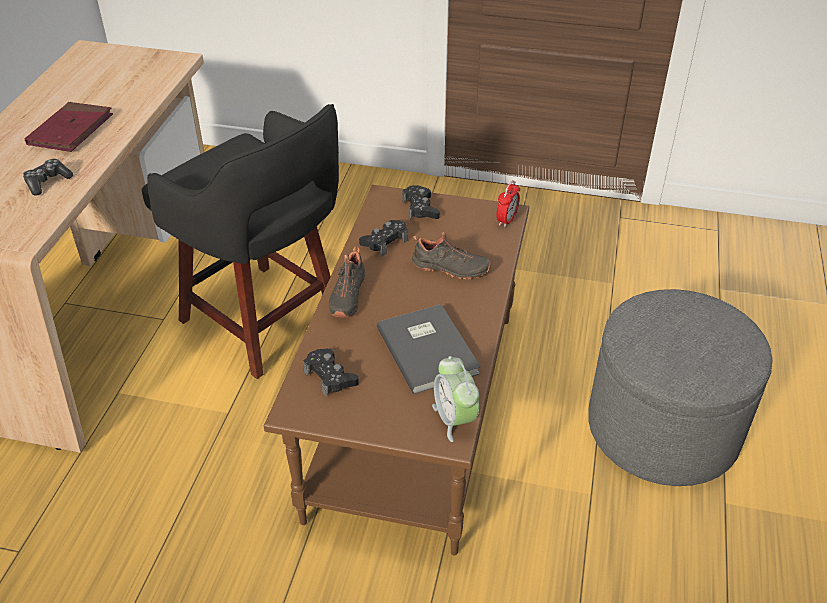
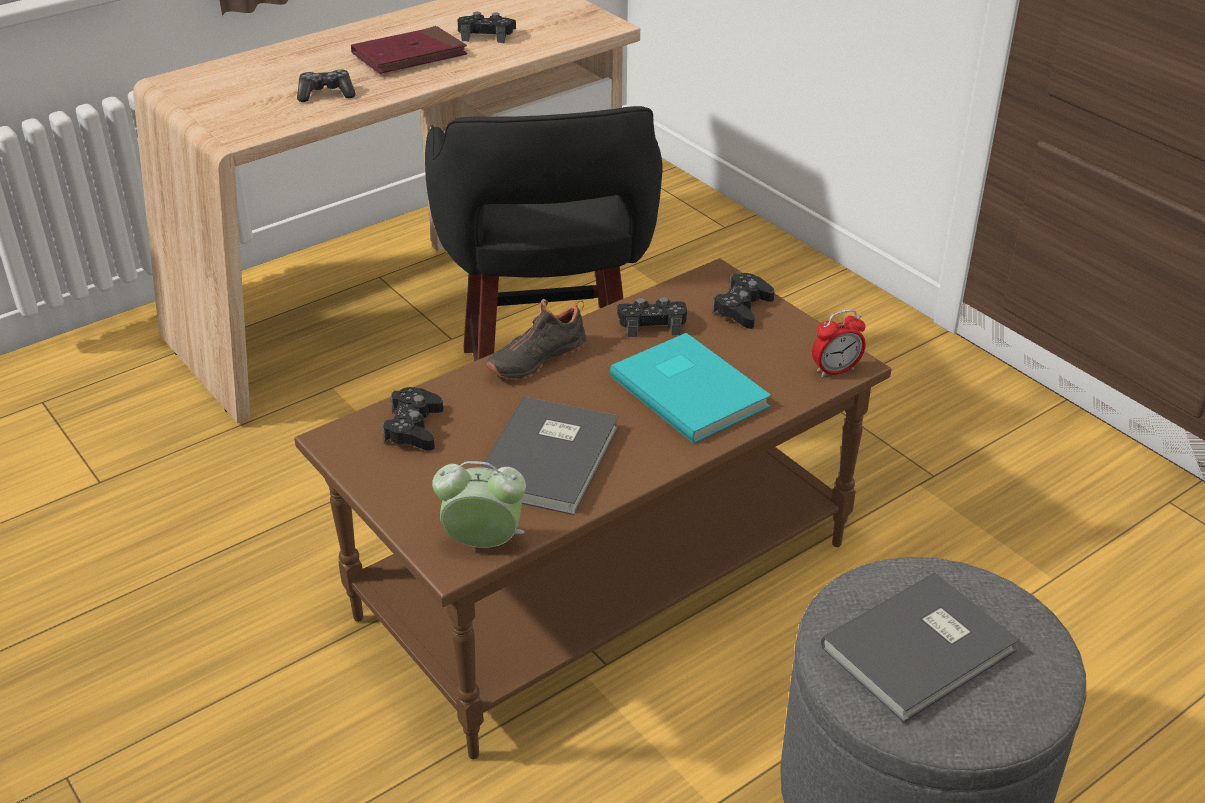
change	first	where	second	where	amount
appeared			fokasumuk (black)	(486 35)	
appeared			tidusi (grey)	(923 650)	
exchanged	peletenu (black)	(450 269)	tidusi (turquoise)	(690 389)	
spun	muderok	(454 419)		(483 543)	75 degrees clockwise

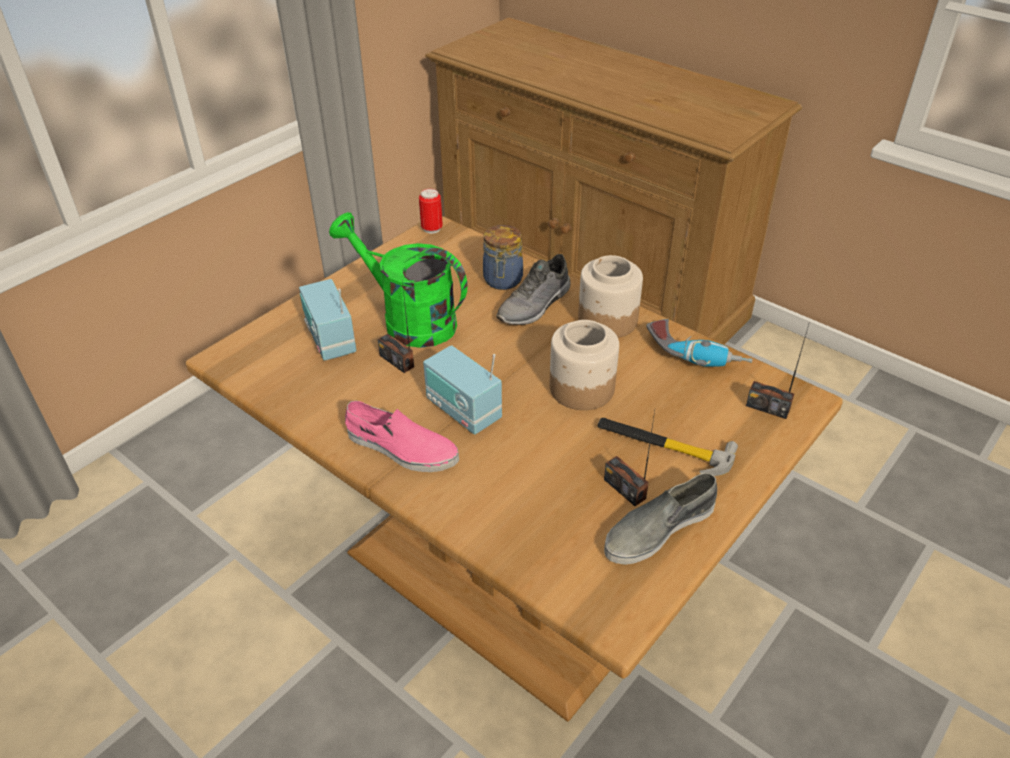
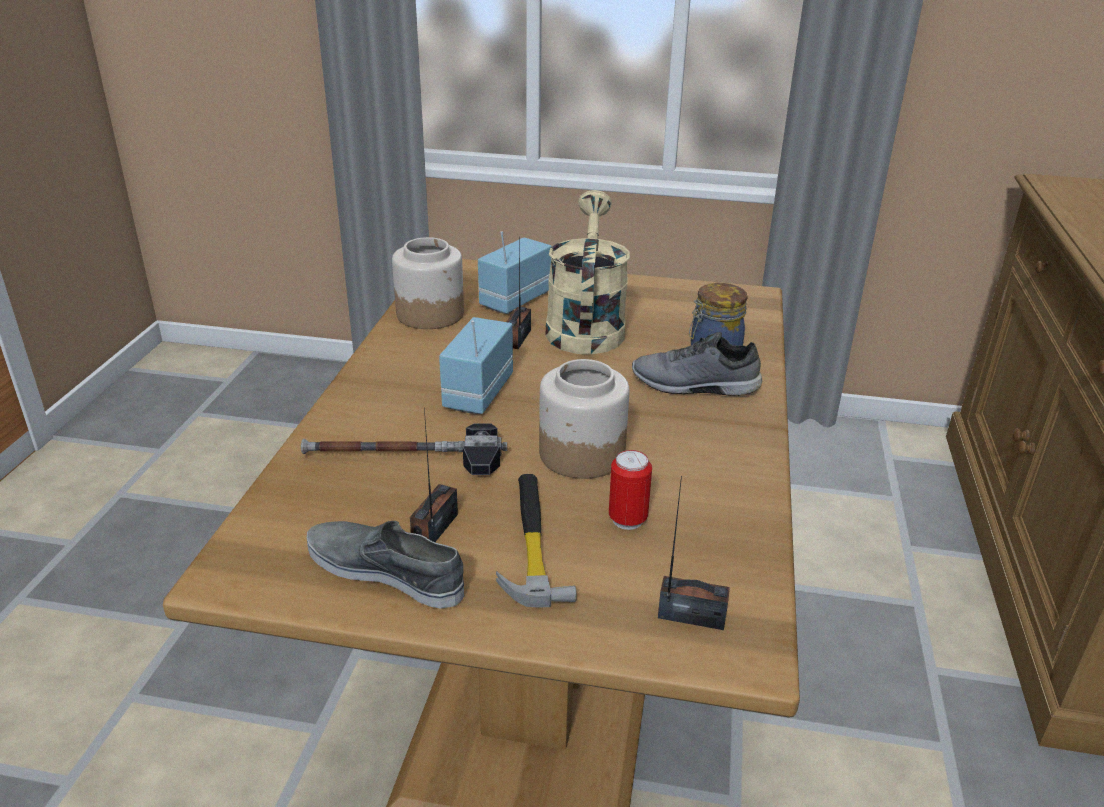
change	first	where	second	where	amount
missing	peletenu (pink)	(401 448)			
missing	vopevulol	(695 354)			
appeared			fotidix	(404 458)	
relocated	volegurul	(432 229)		(627 520)	
relocated	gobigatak	(607 320)		(430 314)	
colour	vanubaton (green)	(408 320)	vanubaton (beige)	(585 325)	
spun	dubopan	(767 408)		(691 616)	105 degrees clockwise

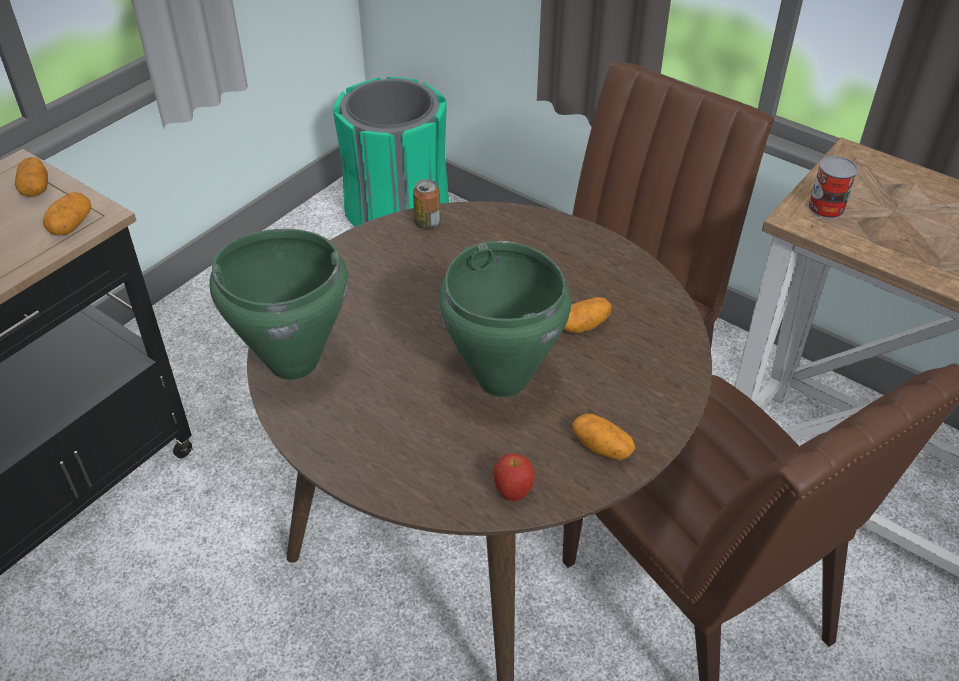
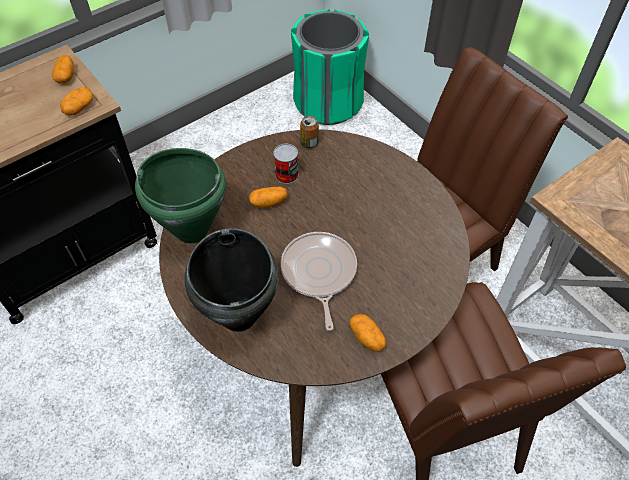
change	first	where	second	where	amount
missing	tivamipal	(513 493)			
appeared			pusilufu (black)	(240 315)	
relocated	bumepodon	(583 325)		(268 202)	
relocated	volegurul	(826 207)		(286 174)	
exchanged	pusilufu (green)	(502 380)	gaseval	(318 273)	

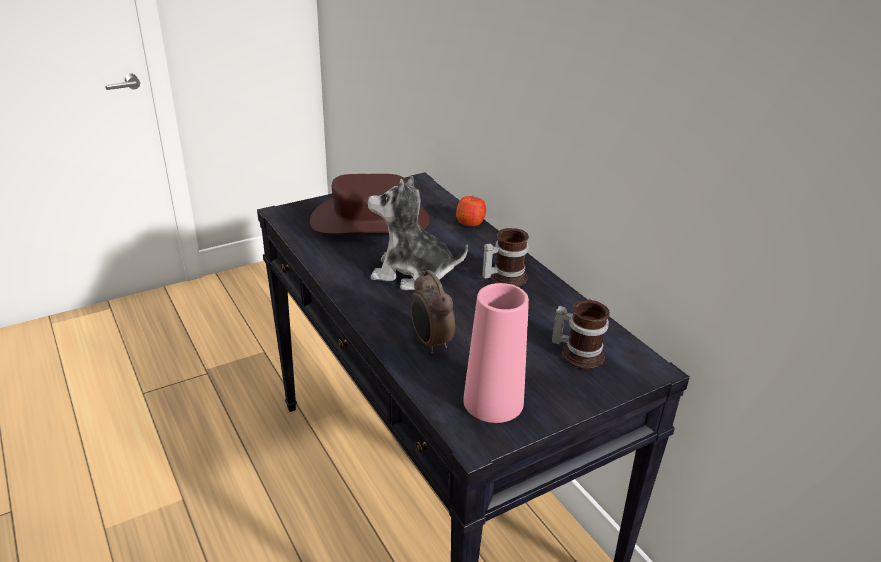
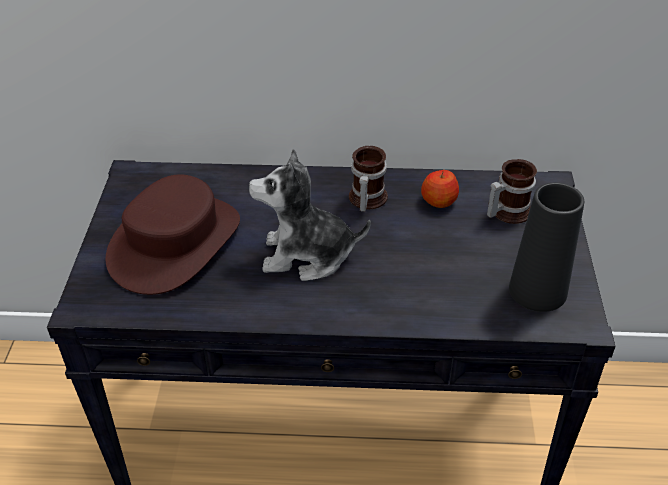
change	first	where	second	where	amount
missing	muderok	(430 343)			
relocated	tivamipal	(470 222)		(439 200)	
colour	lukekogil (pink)	(493 401)	lukekogil (black)	(537 290)	
spun	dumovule	(412 273)		(307 255)	45 degrees clockwise

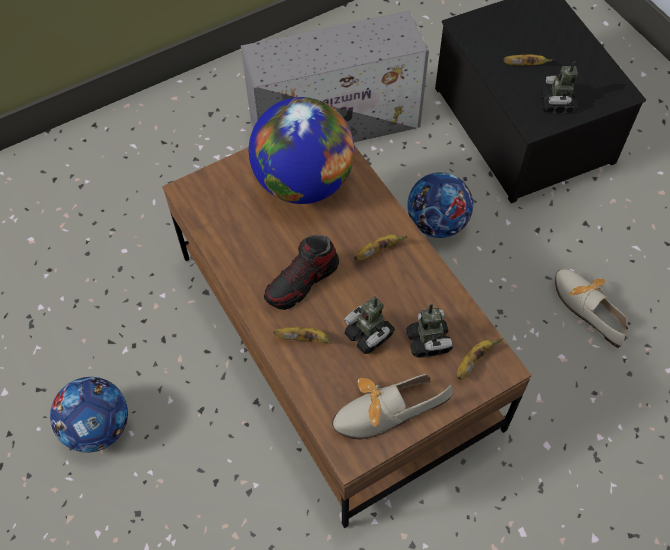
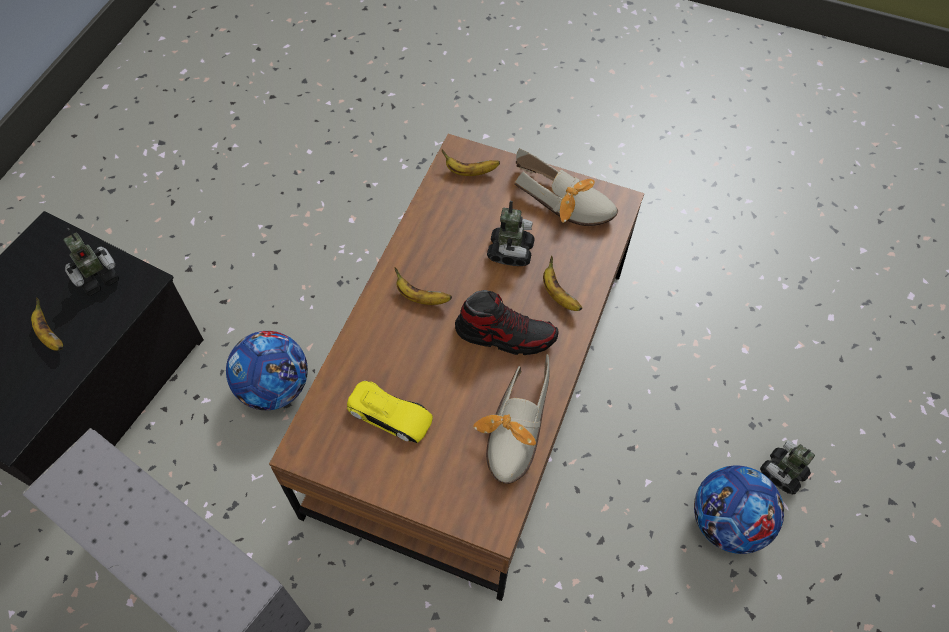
change	first	where	second	where	amount
relocated	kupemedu	(428 342)		(782 473)	
relocated	peletenu	(585 305)		(515 432)	
exchanged	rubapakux	(303 182)	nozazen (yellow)	(390 415)	

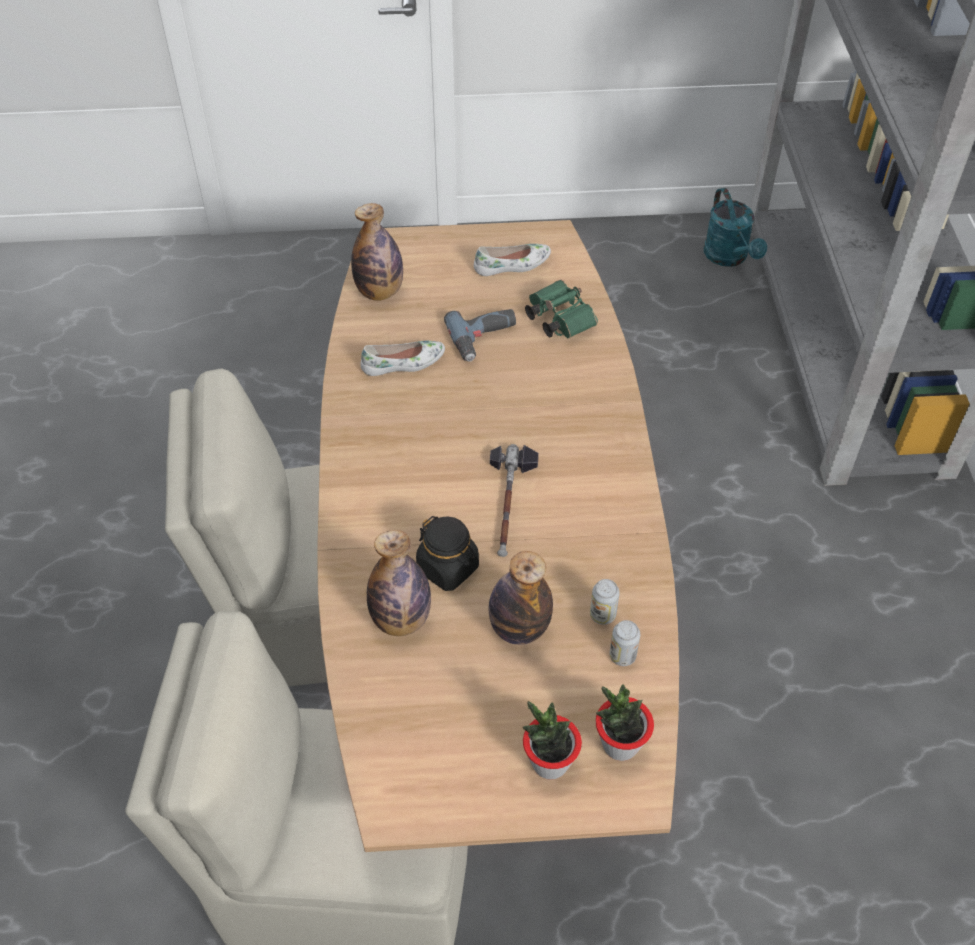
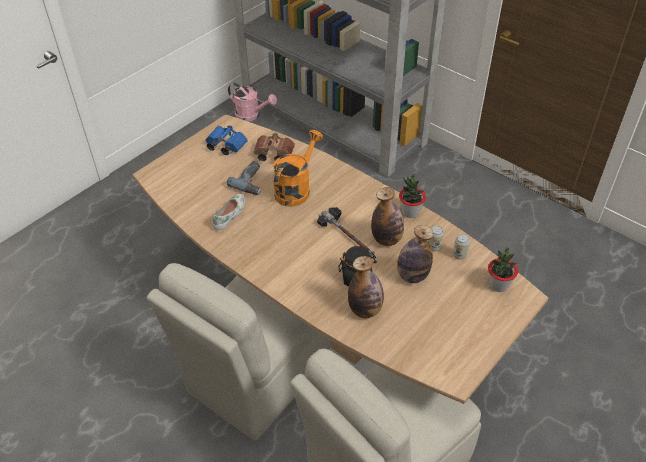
change	first	where	second	where	amount
appeared			vanubaton (orange)	(296 189)	
relocated	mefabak	(379 291)		(386 239)	
relocated	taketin	(549 763)		(410 212)	
exchanged	peletenu (white)	(512 265)	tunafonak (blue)	(225 146)	
colour	tunafonak (green)	(557 319)	tunafonak (brown)	(272 154)	
colour	vanubaton (turquoise)	(729 257)	vanubaton (pink)	(251 115)	

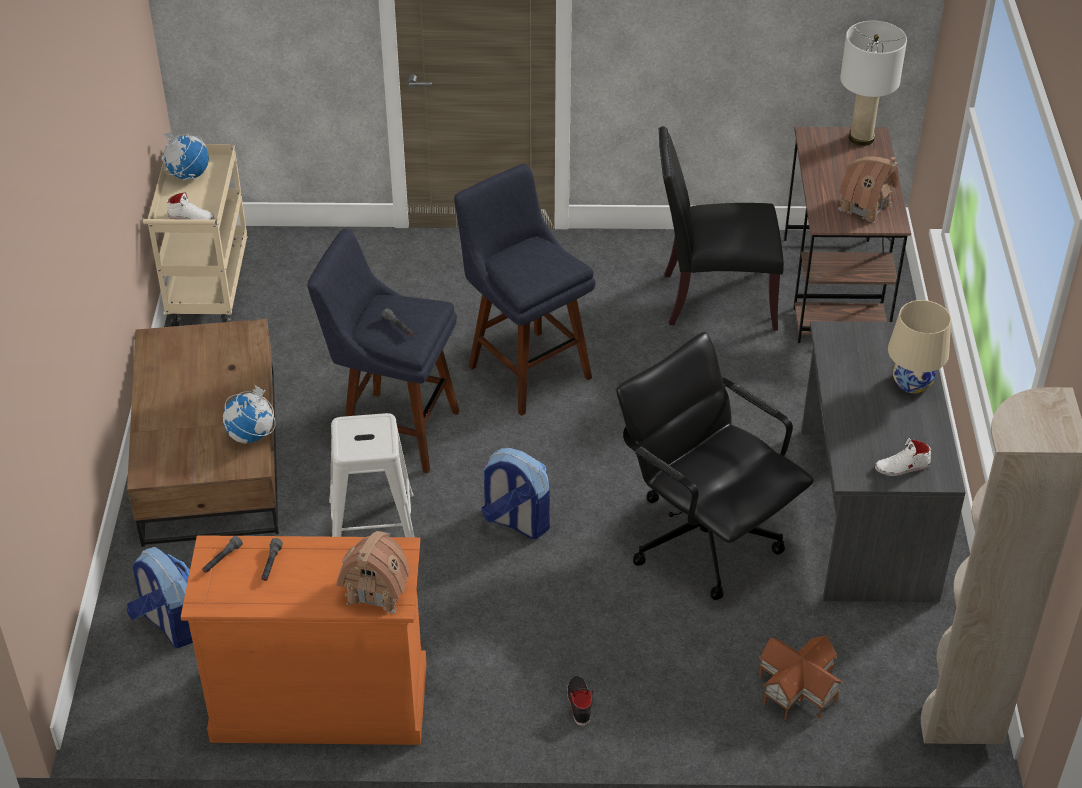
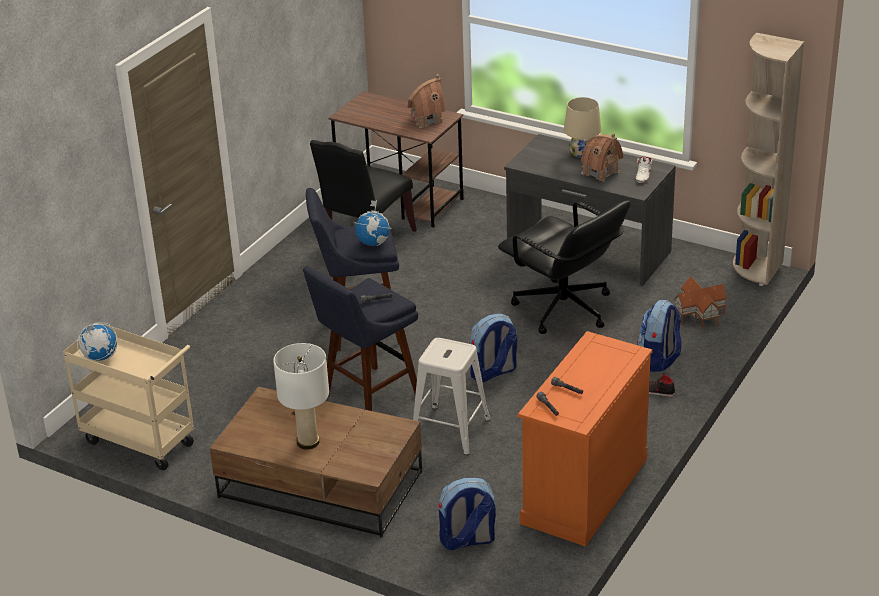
change	first	where	second	where	amount
missing	peletenu (white)	(191 217)			
appeared			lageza	(659 360)	
relocated	rubapakux	(251 435)		(373 243)	
relocated	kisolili	(377 590)		(600 172)	
relocated	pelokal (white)	(861 138)		(308 442)	
spun	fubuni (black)	(704 538)		(563 309)	120 degrees counterclockwise

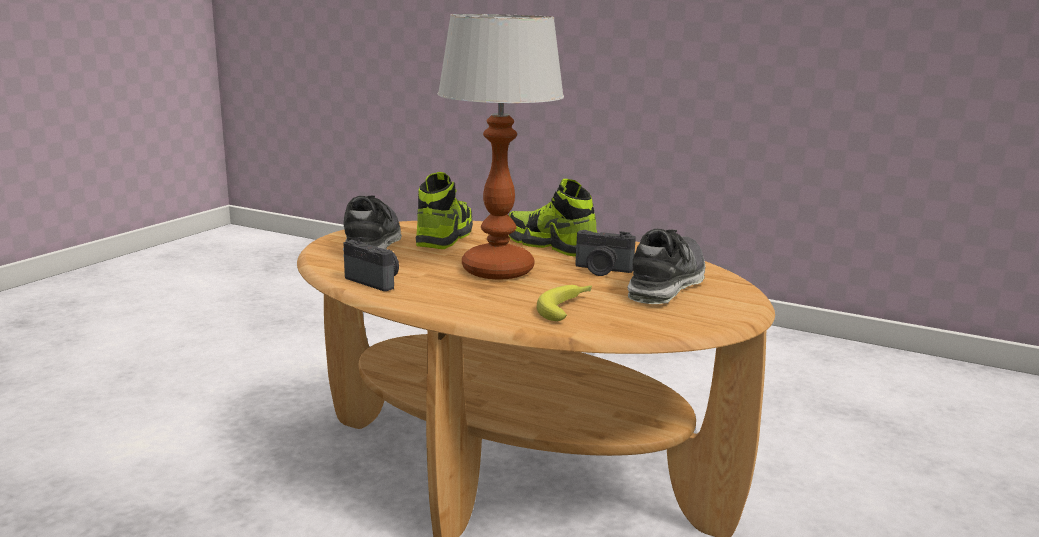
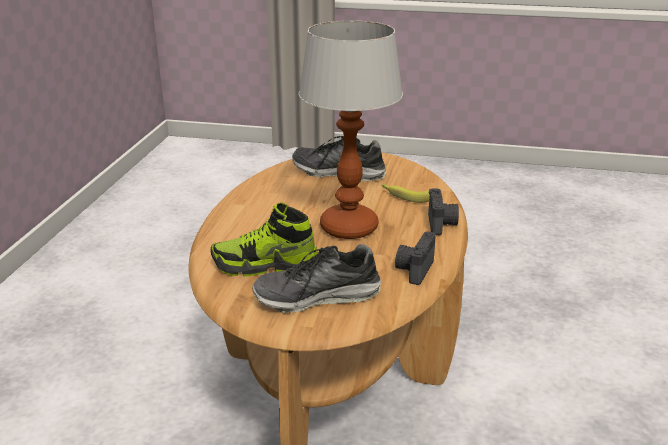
change	first	where	second	where	amount
missing	peletenu	(551 245)			
relocated	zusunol	(602 270)		(442 224)	

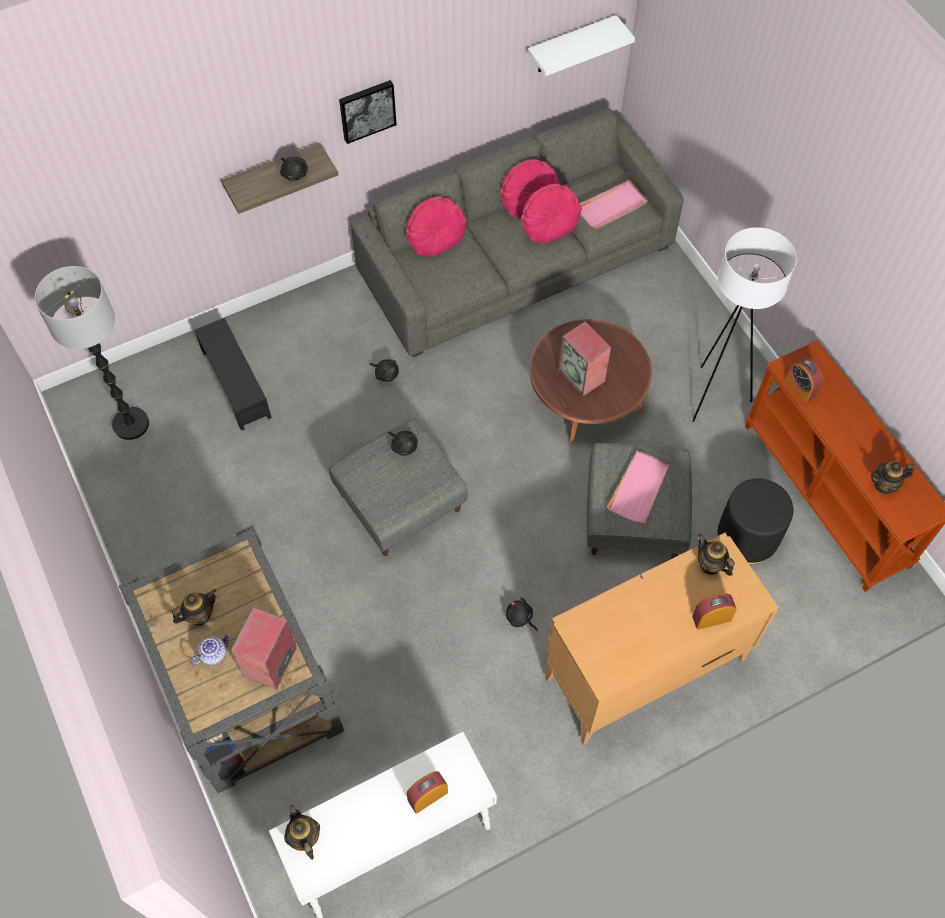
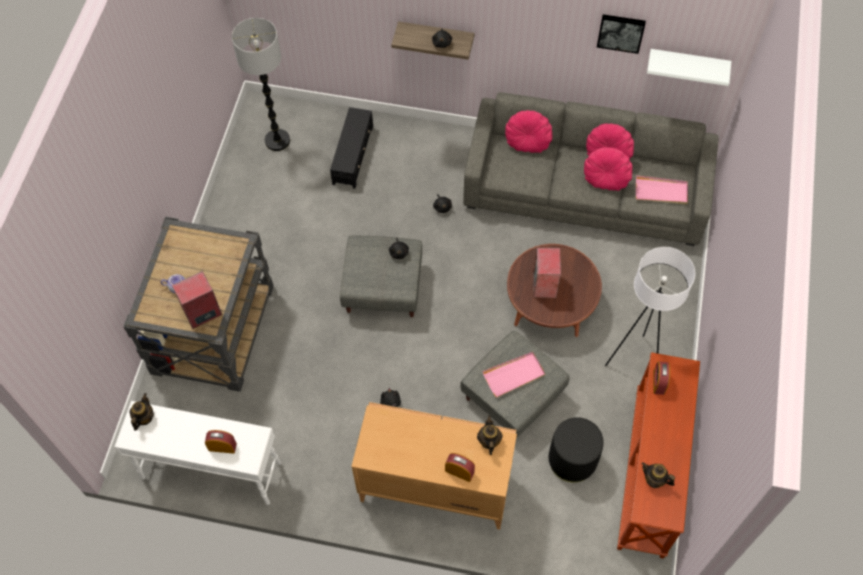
change	first	where	second	where	amount
missing	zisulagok	(199 614)			
relocated	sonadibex	(367 110)		(621 32)	

